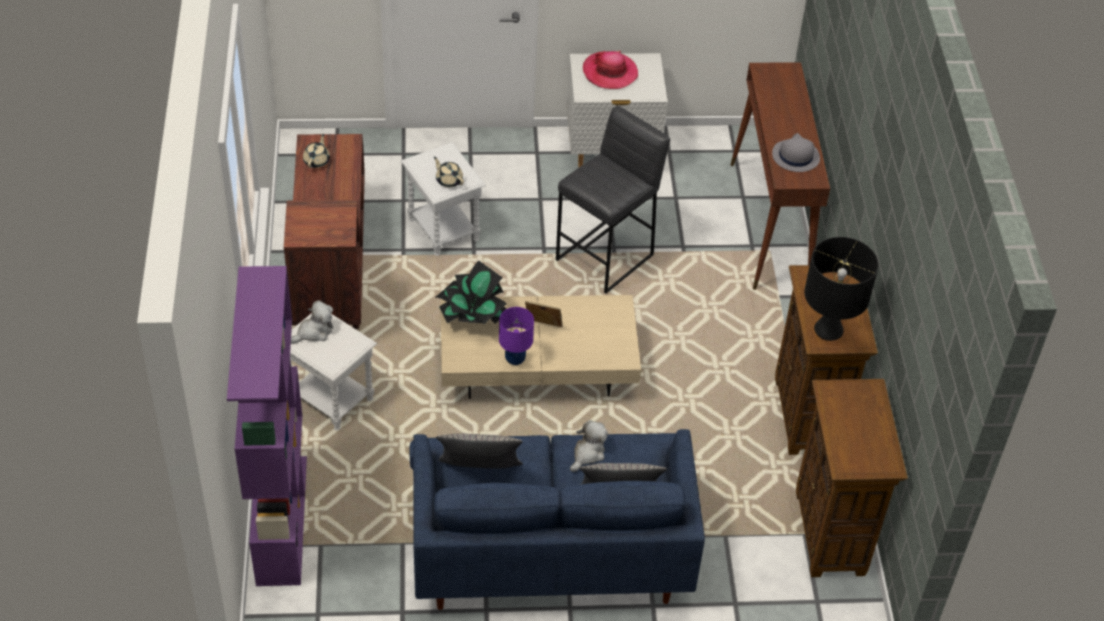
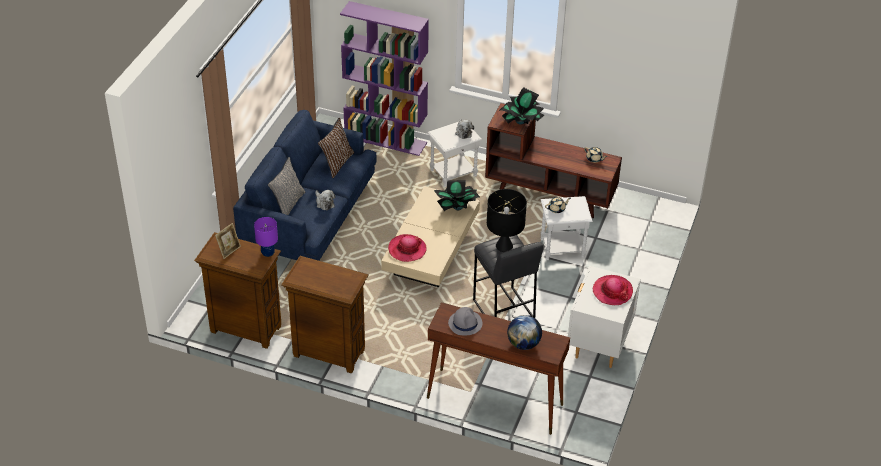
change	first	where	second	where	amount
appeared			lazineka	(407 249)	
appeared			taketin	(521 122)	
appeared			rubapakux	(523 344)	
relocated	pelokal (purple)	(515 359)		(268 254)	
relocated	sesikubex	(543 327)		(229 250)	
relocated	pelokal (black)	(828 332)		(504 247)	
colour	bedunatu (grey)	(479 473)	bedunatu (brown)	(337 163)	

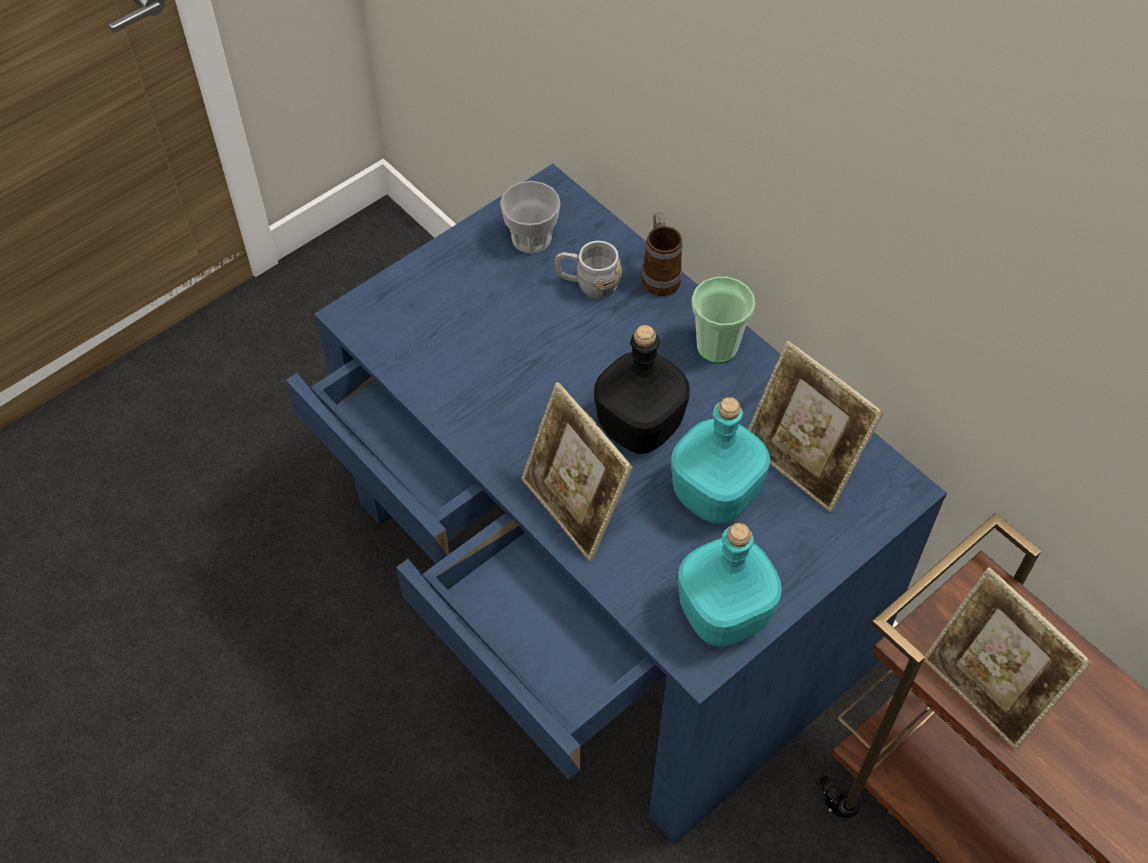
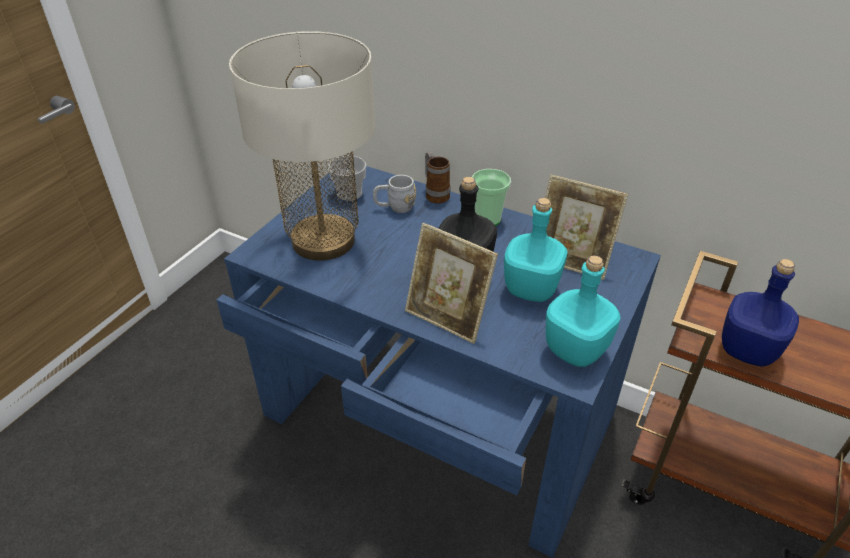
change	first	where	second	where	amount
appeared			pelokal	(323 240)	
exchanged	sesikubex	(985 690)	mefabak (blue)	(748 350)	

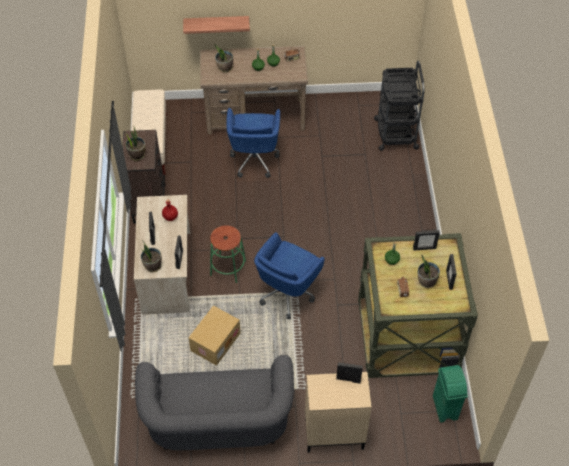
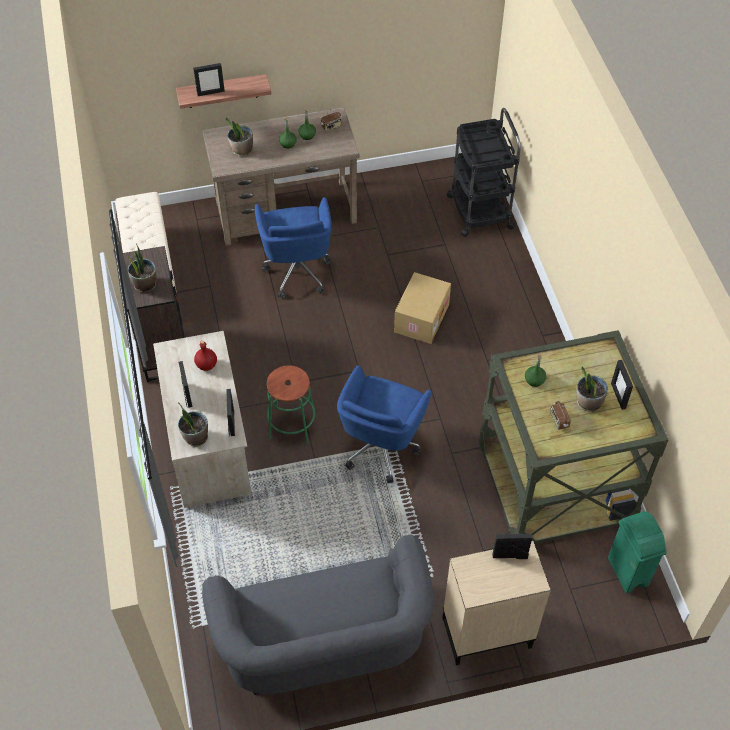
change	first	where	second	where	amount
relocated	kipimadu	(215 341)		(421 317)	
relocated	sesikubex	(424 248)		(210 92)	

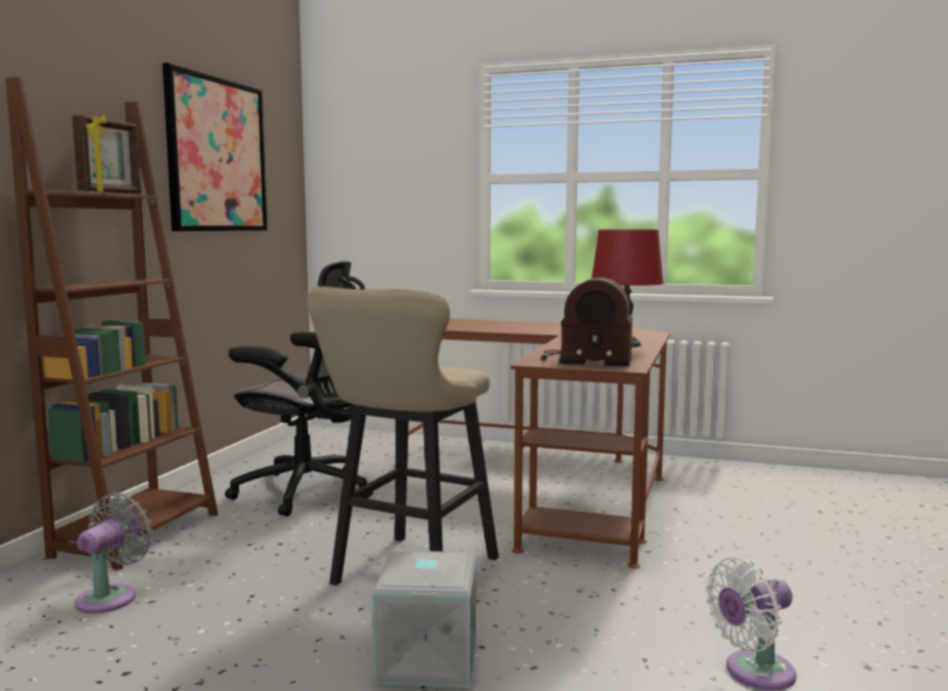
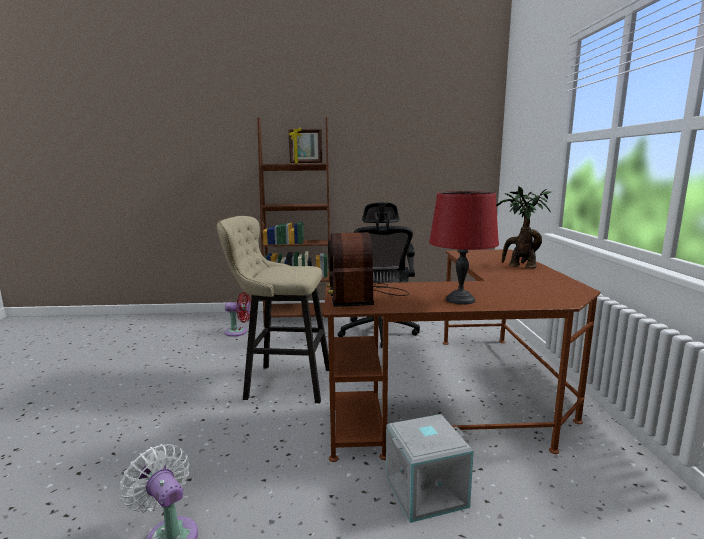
change	first	where	second	where	amount
missing	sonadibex	(217 155)			
appeared			taketin	(519 266)	
relocated	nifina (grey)	(425 659)		(425 490)	
colour	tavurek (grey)	(111 597)	tavurek (red)	(238 332)	

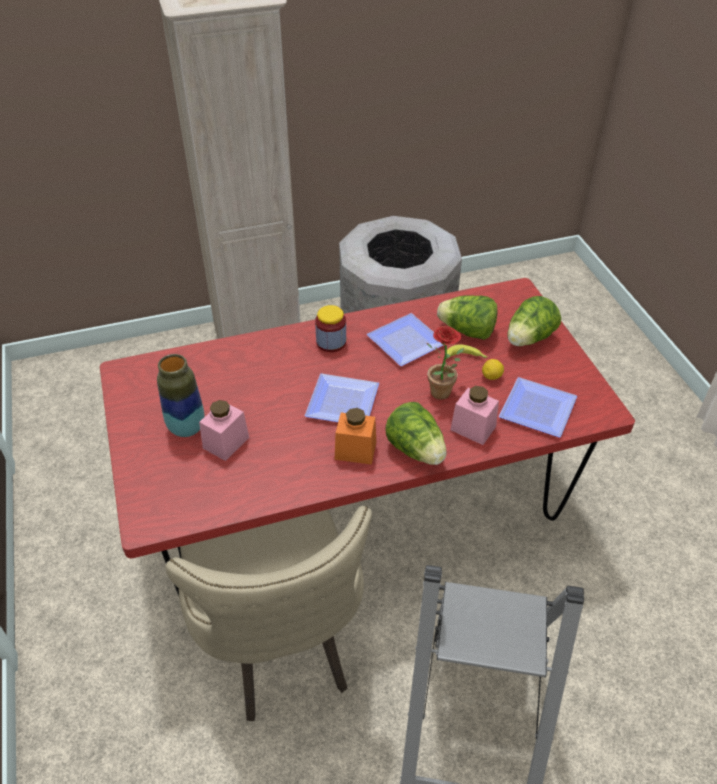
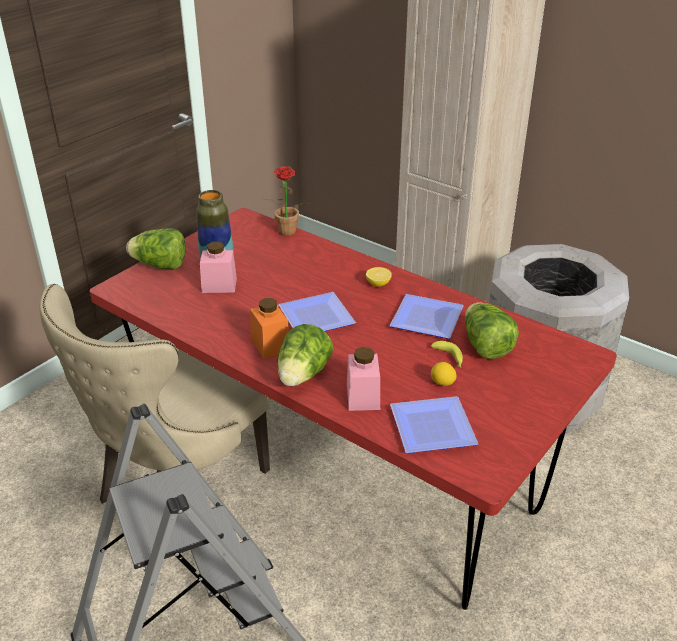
change	first	where	second	where	amount
relocated	taketin	(443 395)		(285 233)	
relocated	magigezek	(529 339)		(160 266)	
exchanged	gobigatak	(331 342)	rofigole	(378 284)	

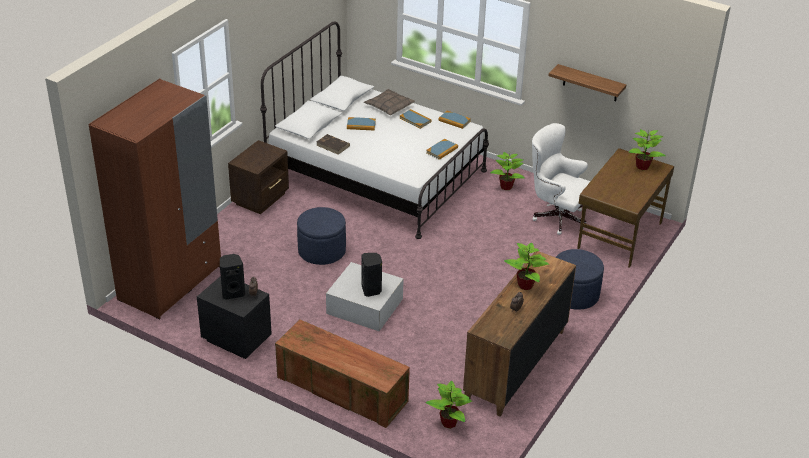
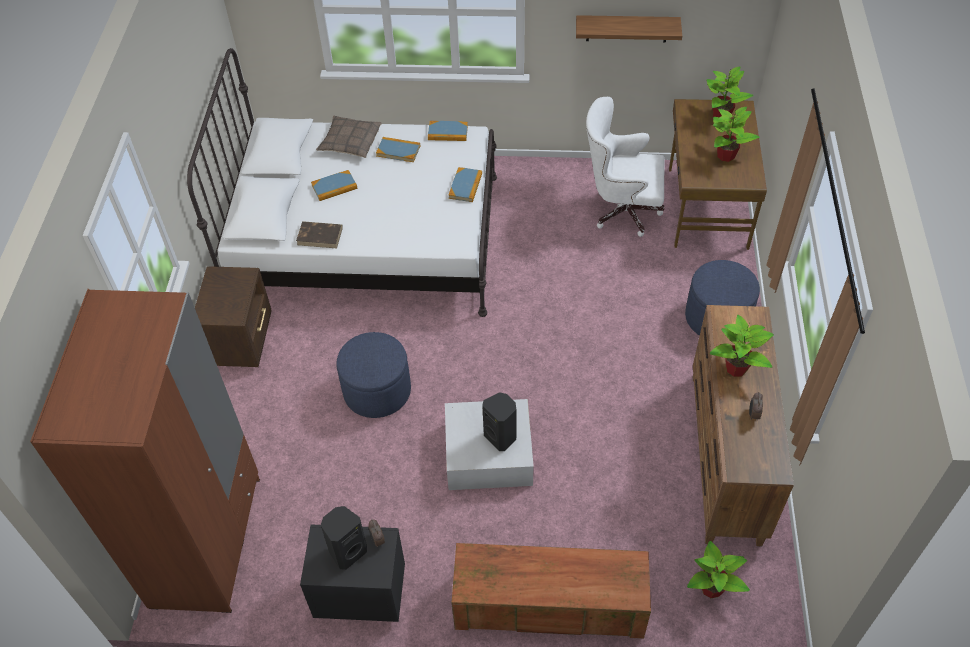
change	first	where	second	where	amount
relocated	taketin	(506 187)		(726 155)	

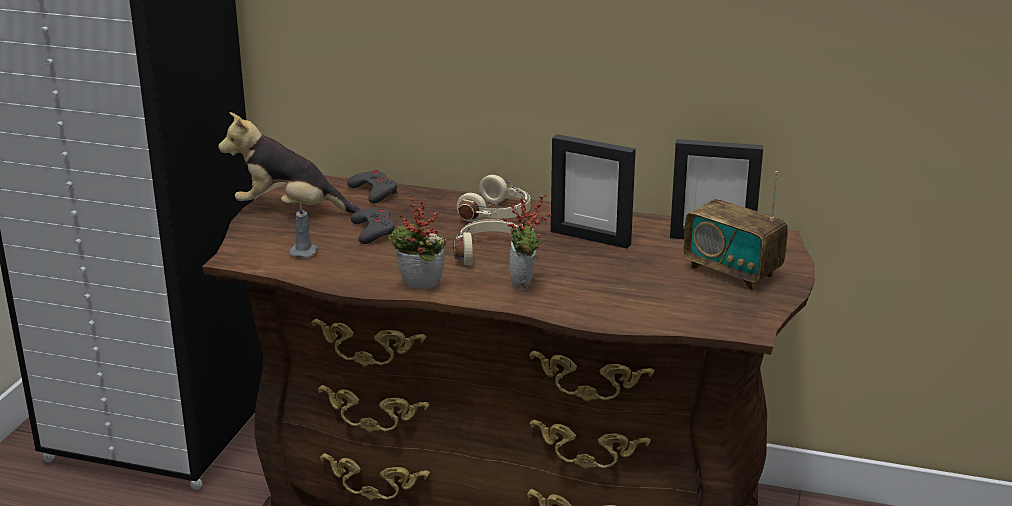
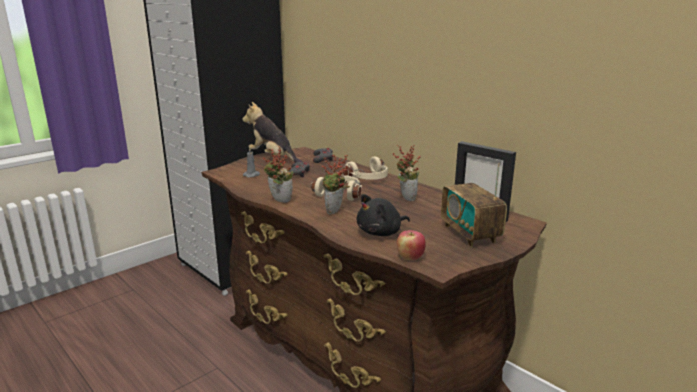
change	first	where	second	where	amount
appeared			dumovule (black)	(381 232)	
appeared			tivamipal	(410 257)	
exchanged	sesikubex	(591 237)	taketin	(405 198)	

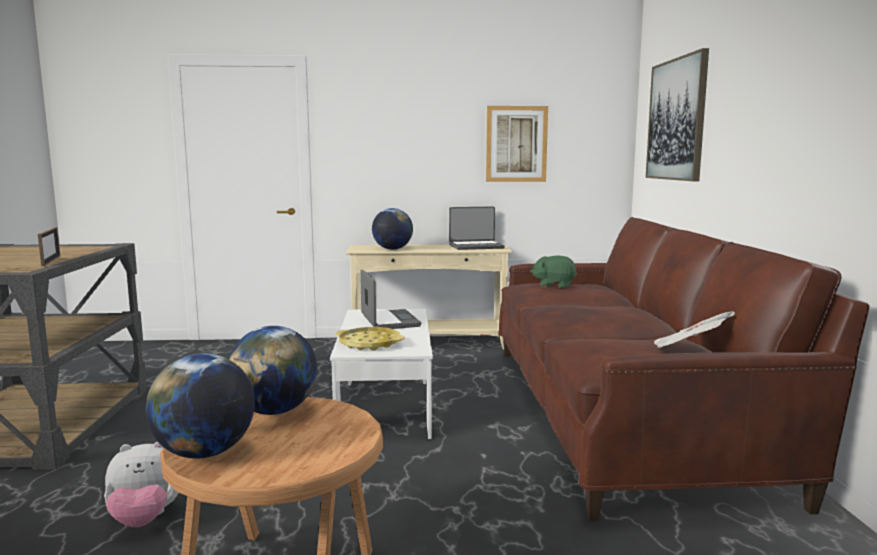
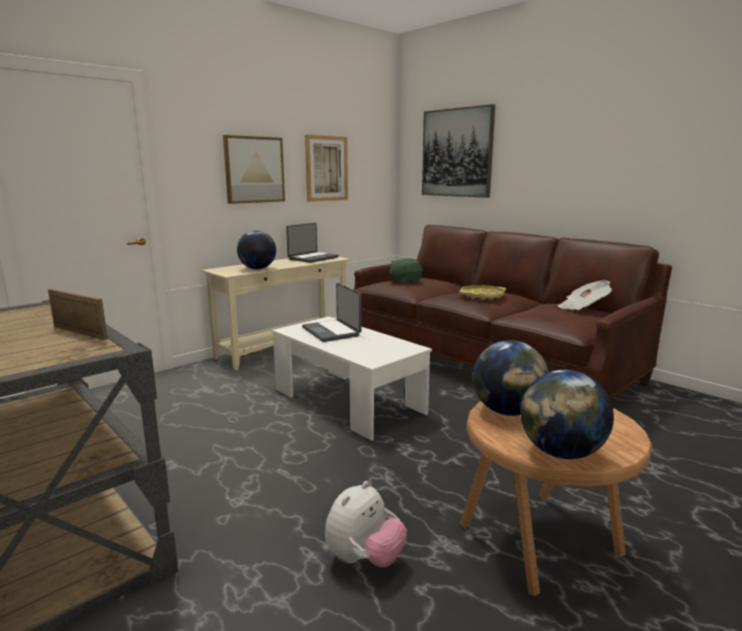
change	first	where	second	where	amount
appeared			sonadibex	(254 170)	
relocated	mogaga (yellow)	(369 343)		(482 296)	
spun	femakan	(388 321)		(332 331)	150 degrees counterclockwise

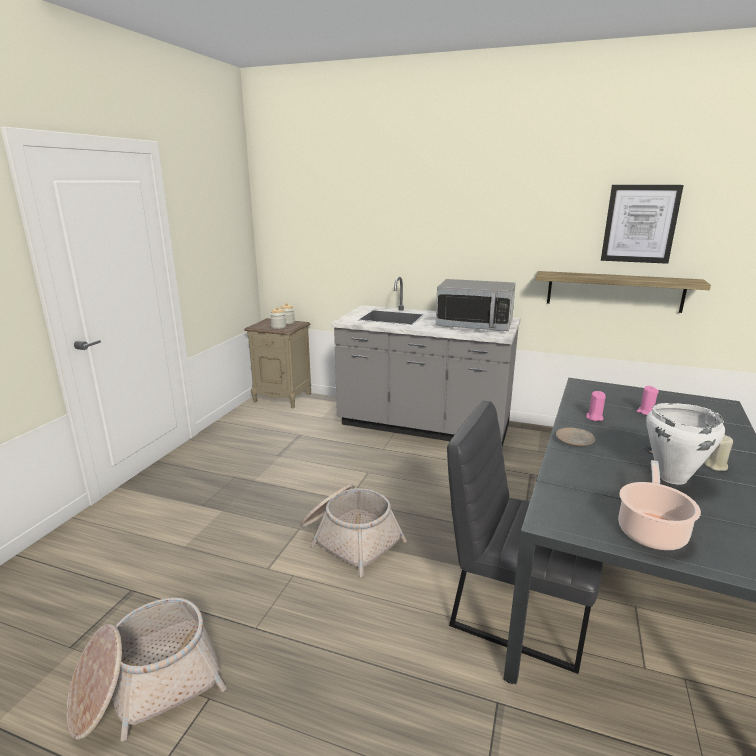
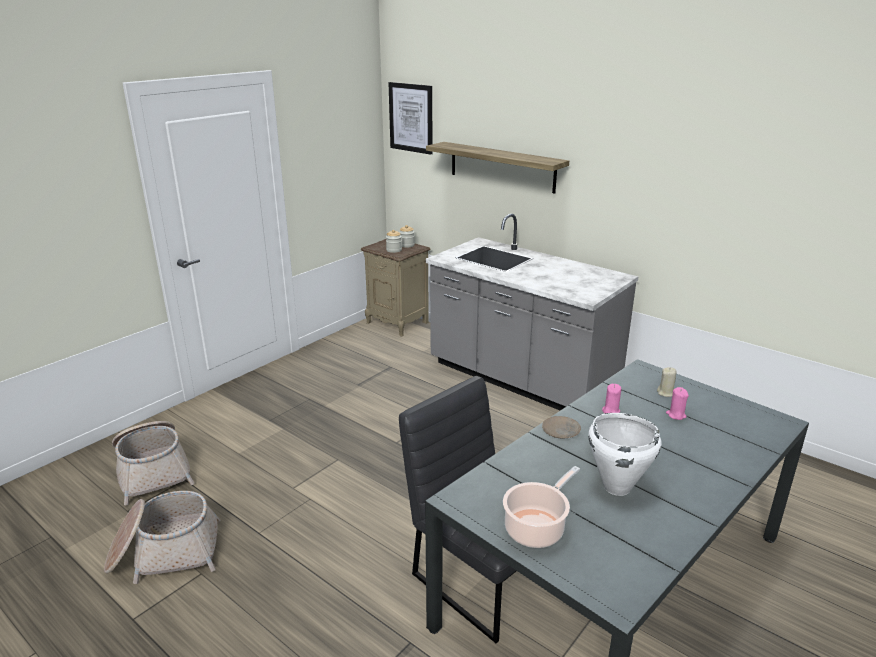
change	first	where	second	where	amount
missing	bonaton	(474 325)			
relocated	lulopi	(349 538)		(153 470)	
relocated	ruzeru	(614 291)		(502 167)	
relocated	sonadibex	(640 224)		(411 118)	
relocated	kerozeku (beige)	(716 466)		(666 393)	

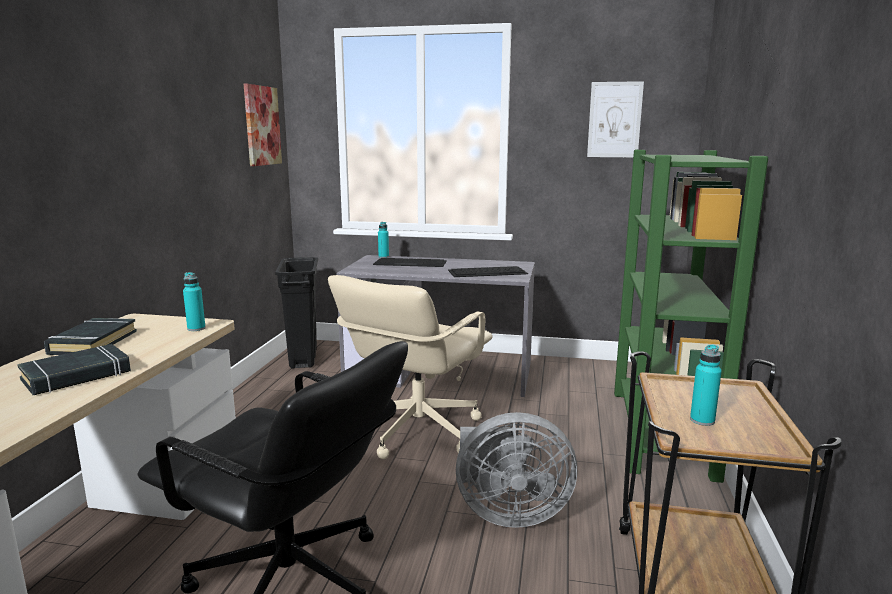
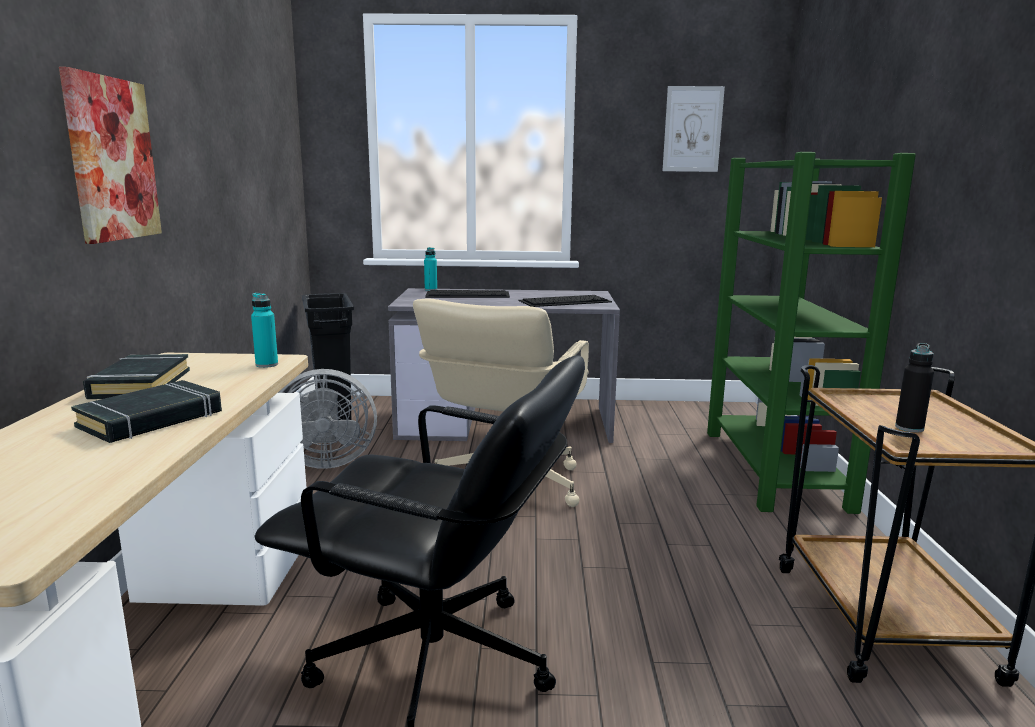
change	first	where	second	where	amount
relocated	sonadibex	(262 126)		(111 159)	
relocated	tavurek (grey)	(508 513)		(325 461)	
colour	mefabak (turquoise)	(702 420)	mefabak (black)	(909 428)	

